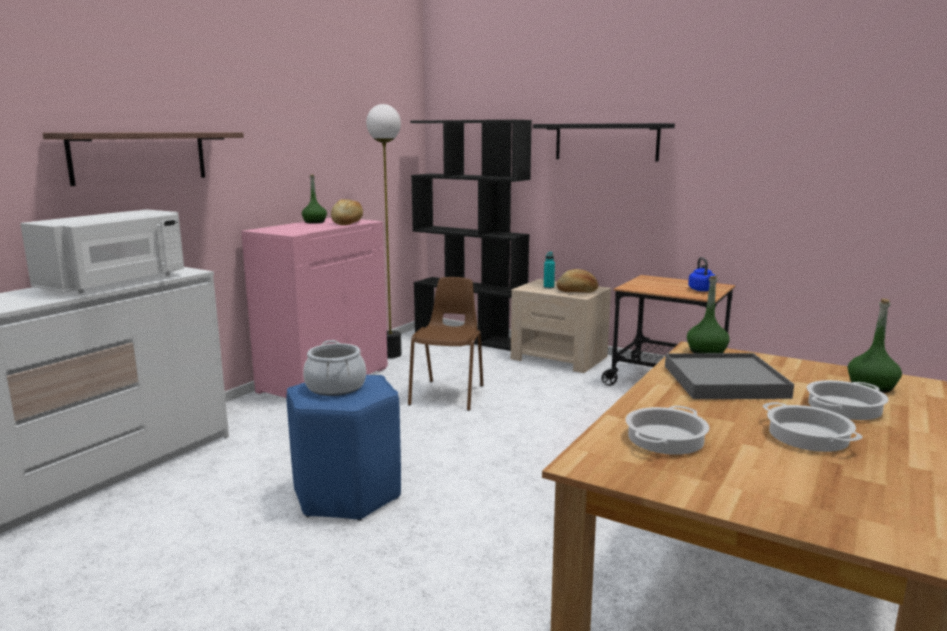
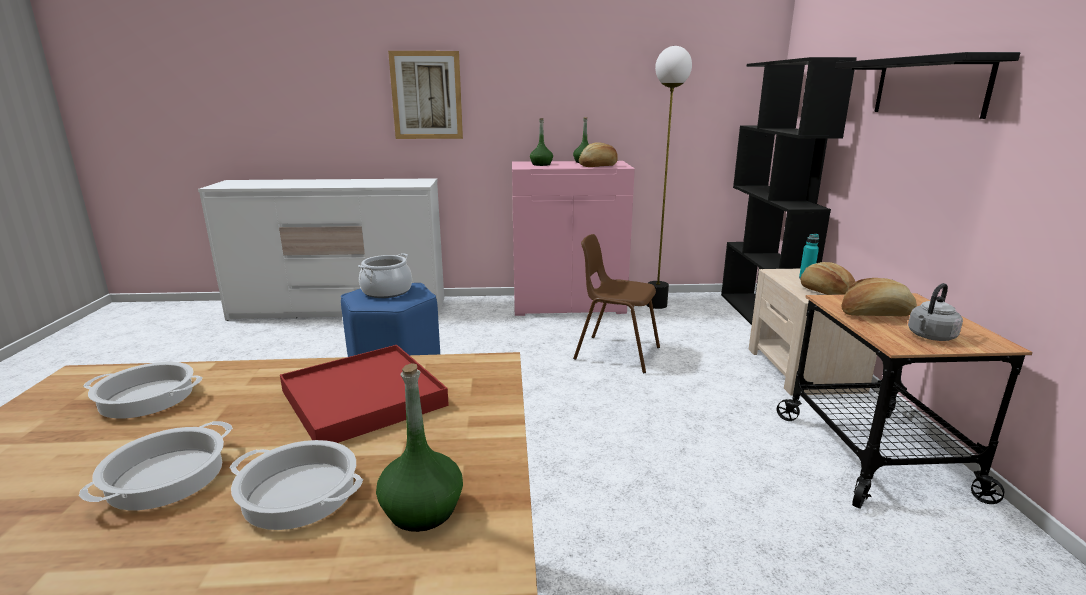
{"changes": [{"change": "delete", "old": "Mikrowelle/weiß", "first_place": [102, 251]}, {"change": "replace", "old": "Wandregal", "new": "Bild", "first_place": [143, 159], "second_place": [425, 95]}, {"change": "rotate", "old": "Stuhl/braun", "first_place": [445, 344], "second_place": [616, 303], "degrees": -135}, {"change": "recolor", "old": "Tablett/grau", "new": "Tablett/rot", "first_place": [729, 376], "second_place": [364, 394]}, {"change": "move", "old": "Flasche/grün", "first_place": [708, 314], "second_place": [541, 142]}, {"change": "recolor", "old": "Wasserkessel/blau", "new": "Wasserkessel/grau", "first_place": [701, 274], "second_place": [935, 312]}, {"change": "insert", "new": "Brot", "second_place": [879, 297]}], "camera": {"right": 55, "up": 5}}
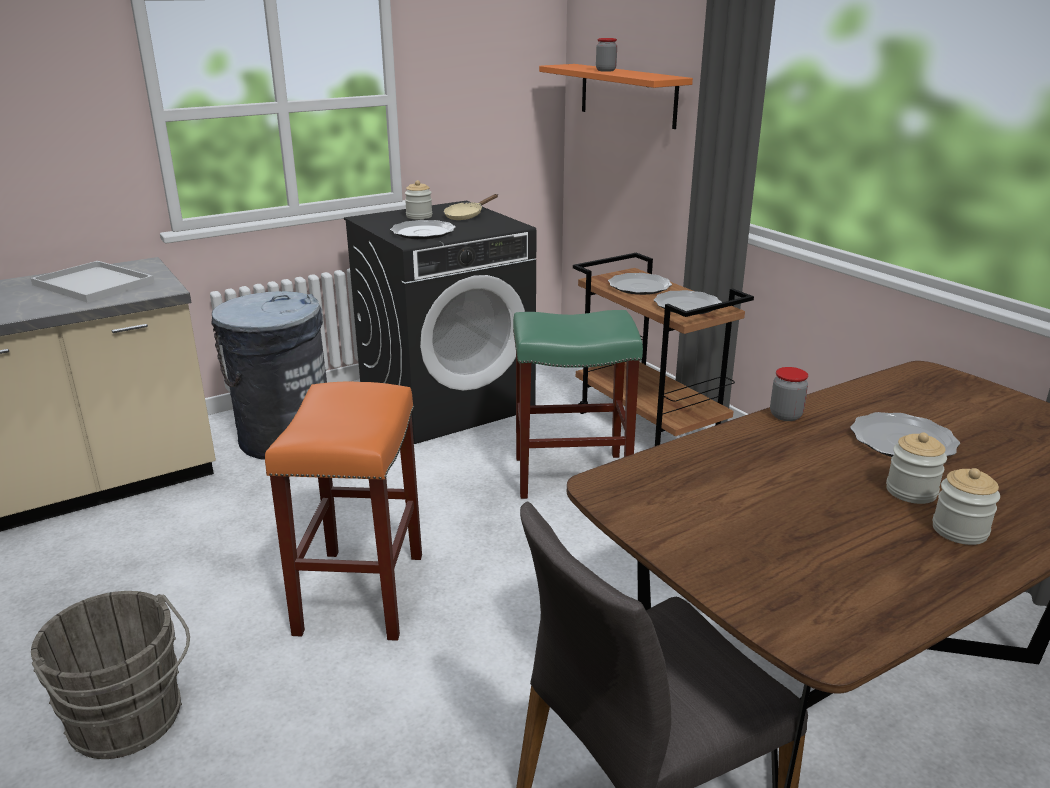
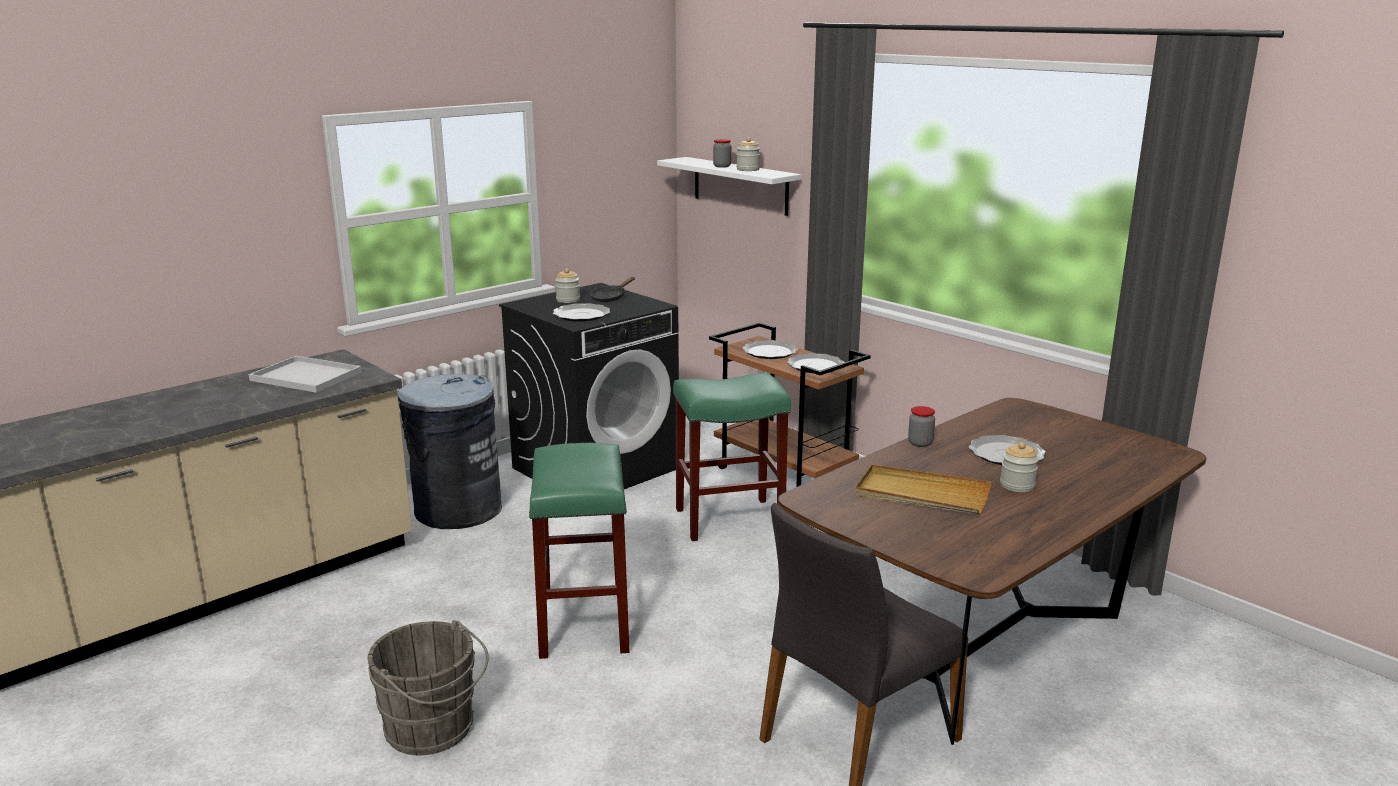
{"changes": [{"change": "recolor", "old": "Hocker/orange", "new": "Hocker/grün", "first_place": [343, 511], "second_place": [579, 551]}, {"change": "recolor", "old": "Pfanne/beige", "new": "Pfanne/schwarz", "first_place": [471, 207], "second_place": [613, 289]}, {"change": "recolor", "old": "Wandregal/orange", "new": "Wandregal/weiß", "first_place": [616, 96], "second_place": [729, 186]}, {"change": "move", "old": "Vorratsglas", "first_place": [966, 506], "second_place": [748, 154]}, {"change": "insert", "new": "Tablett/beige", "second_place": [924, 489]}], "camera": {"right": -10, "up": -5}}
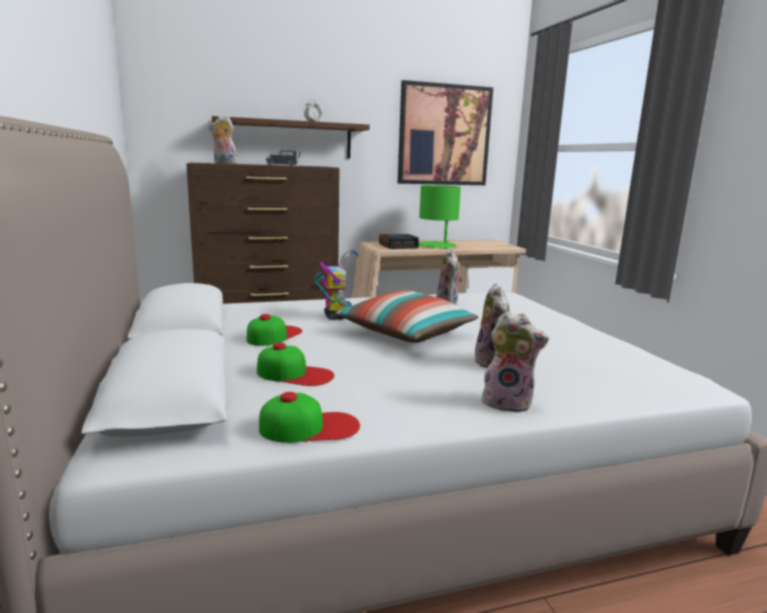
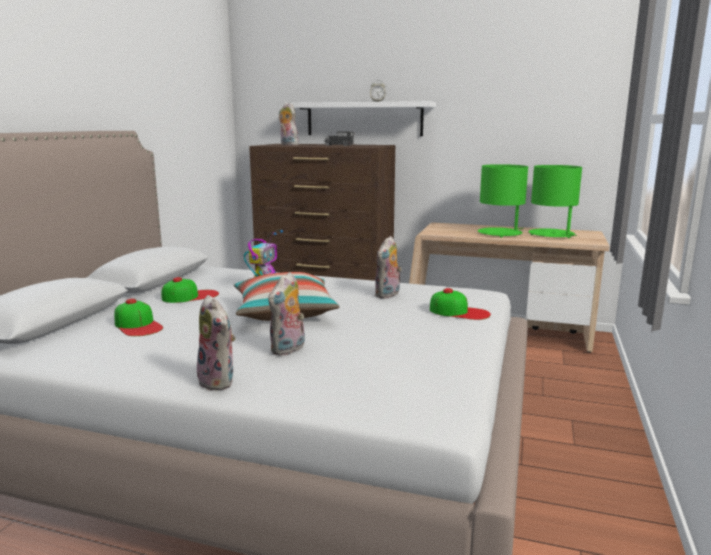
{"changes": [{"change": "recolor", "old": "Wandregal/braun", "new": "Wandregal/weiß", "first_place": [291, 137], "second_place": [361, 118]}, {"change": "move", "old": "Kappe", "first_place": [309, 417], "second_place": [460, 304]}, {"change": "delete", "old": "Wecker", "first_place": [399, 241]}, {"change": "delete", "old": "Bild", "first_place": [445, 132]}, {"change": "insert", "new": "Tischlampe/grün", "second_place": [555, 201]}], "camera": {"right": 35, "up": 0}}
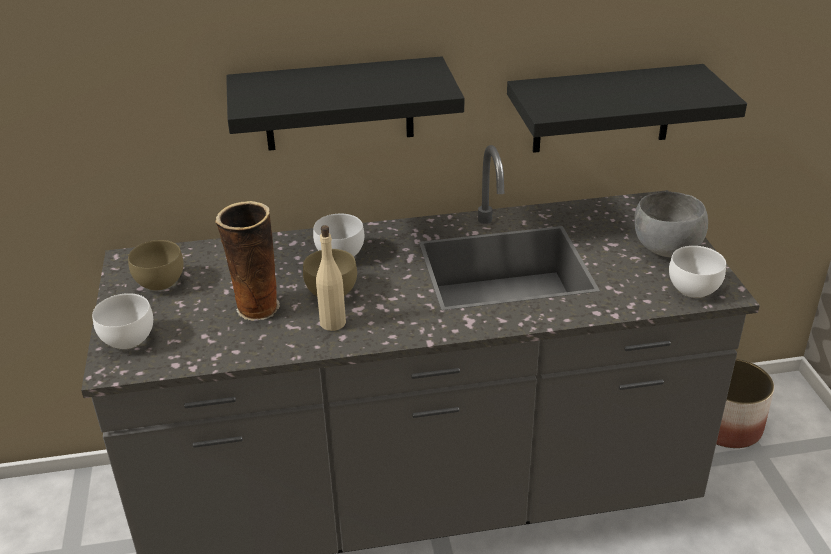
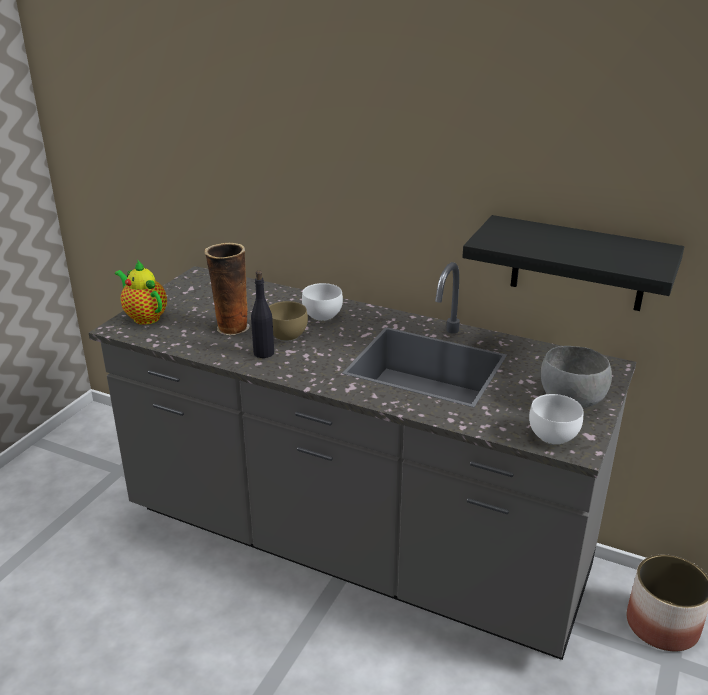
{"changes": [{"change": "replace", "old": "Schüssel/weiß", "new": "Teekanne", "first_place": [122, 321], "second_place": [141, 292]}, {"change": "delete", "old": "Schüssel/braun", "first_place": [156, 265]}, {"change": "delete", "old": "Wandregal/schwarz", "first_place": [345, 103]}, {"change": "recolor", "old": "Flasche/beige", "new": "Flasche/schwarz", "first_place": [331, 278], "second_place": [262, 314]}], "camera": {"right": 35, "up": -5}}
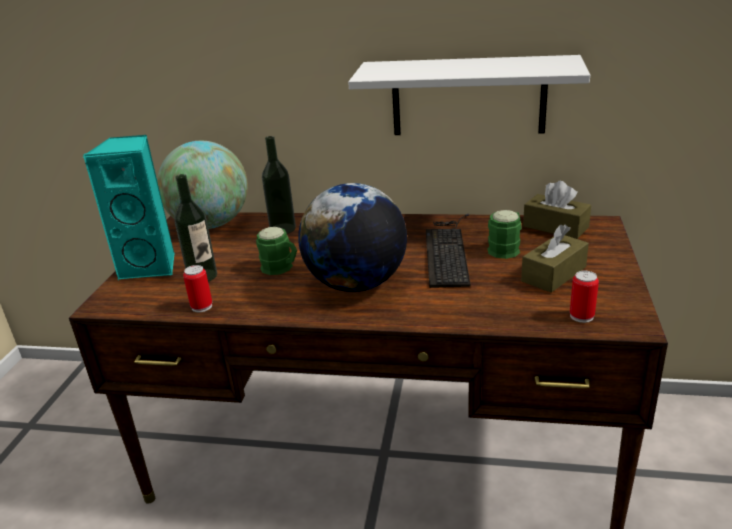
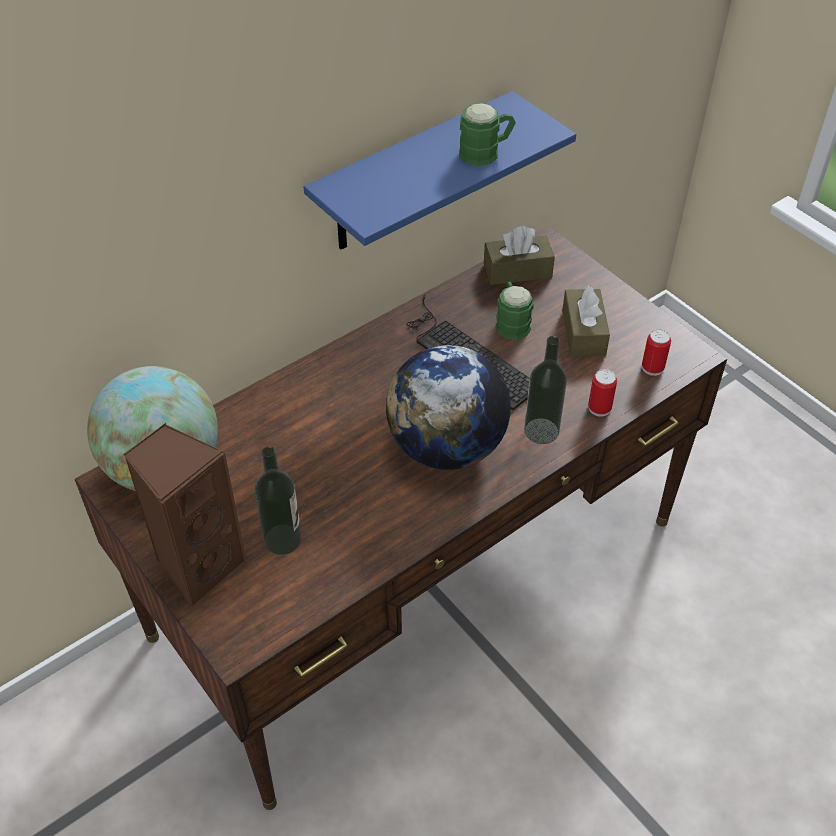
{"changes": [{"change": "recolor", "old": "Lautsprecher/türkis", "new": "Lautsprecher/braun", "first_place": [128, 207], "second_place": [185, 516]}, {"change": "move", "old": "Dose", "first_place": [197, 288], "second_place": [602, 393]}, {"change": "move", "old": "Henkelbecher/grün", "first_place": [276, 251], "second_place": [487, 134]}, {"change": "move", "old": "Flasche", "first_place": [279, 185], "second_place": [545, 390]}, {"change": "recolor", "old": "Wandregal/weiß", "new": "Wandregal/blau", "first_place": [469, 95], "second_place": [440, 170]}], "camera": {"right": -50, "up": 20}}
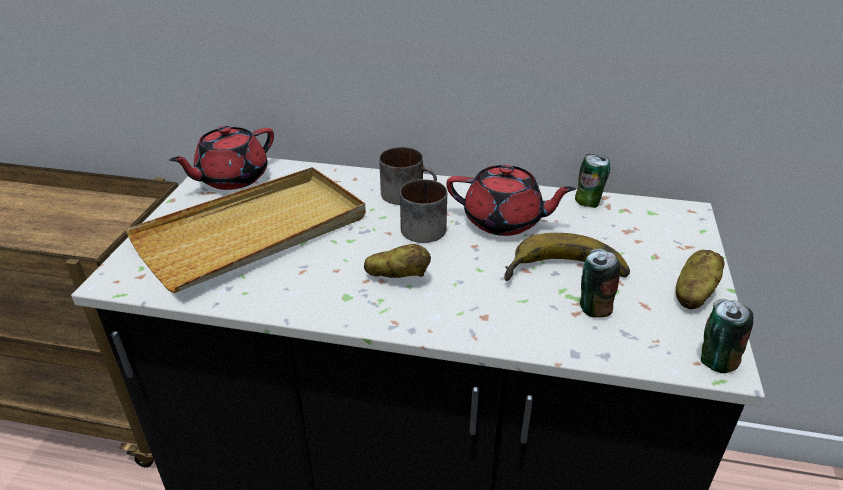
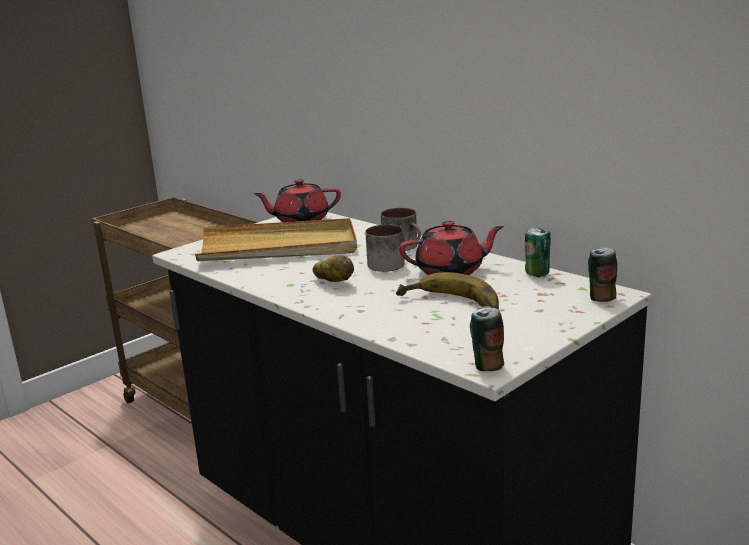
{"changes": [{"change": "rotate", "old": "Teekanne/rot", "first_place": [511, 200], "second_place": [451, 248], "degrees": -60}, {"change": "move", "old": "Dose", "first_place": [600, 283], "second_place": [602, 274]}, {"change": "delete", "old": "Kartoffel", "first_place": [700, 279]}], "camera": {"right": 35, "up": -15}}
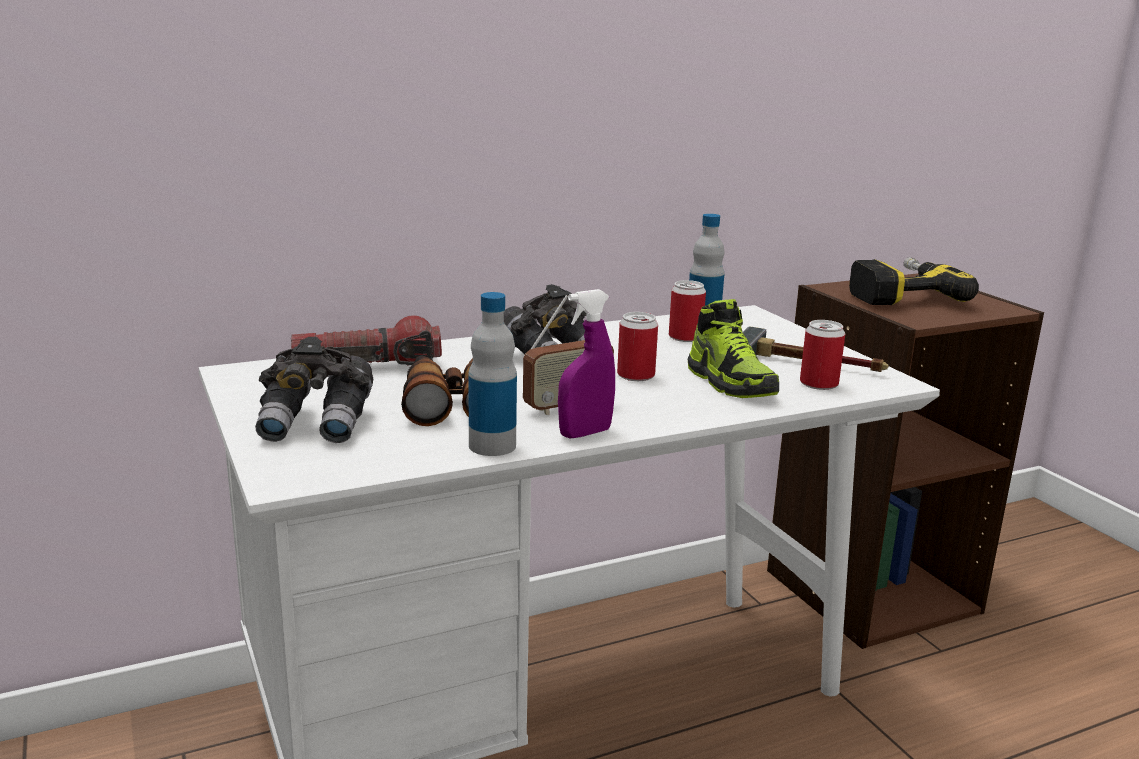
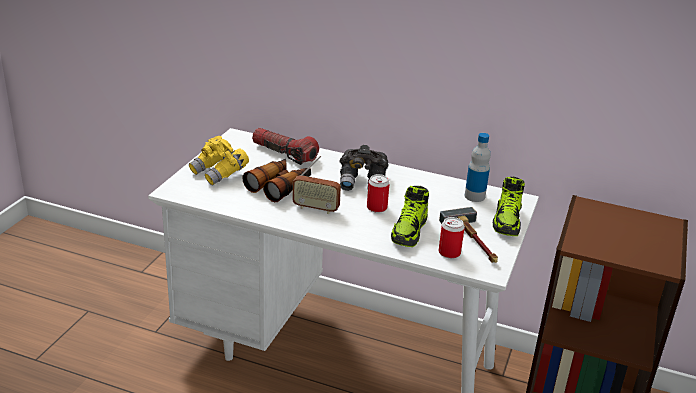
{"changes": [{"change": "recolor", "old": "Fernglas/grau", "new": "Fernglas/gelb", "first_place": [314, 390], "second_place": [219, 160]}, {"change": "delete", "old": "Flasche", "first_place": [492, 374]}, {"change": "delete", "old": "Sprühflasche/lila", "first_place": [586, 364]}, {"change": "delete", "old": "Dose", "first_place": [687, 311]}, {"change": "delete", "old": "Bohrmaschine", "first_place": [914, 281]}, {"change": "insert", "new": "Schuh", "second_place": [509, 206]}], "camera": {"right": 45, "up": 10}}
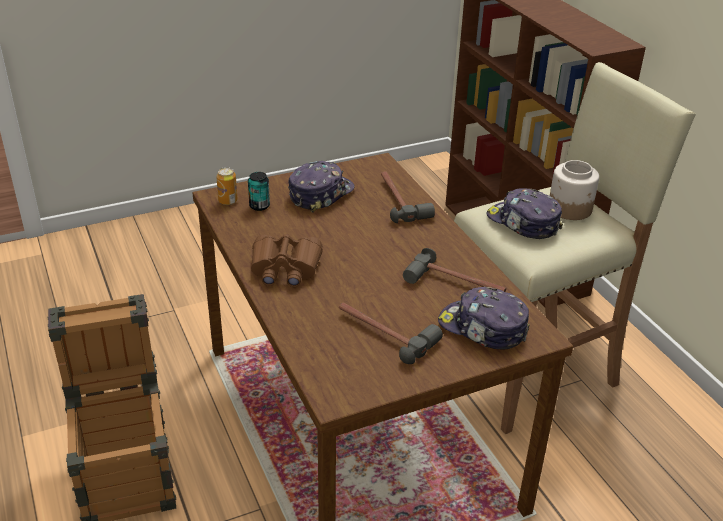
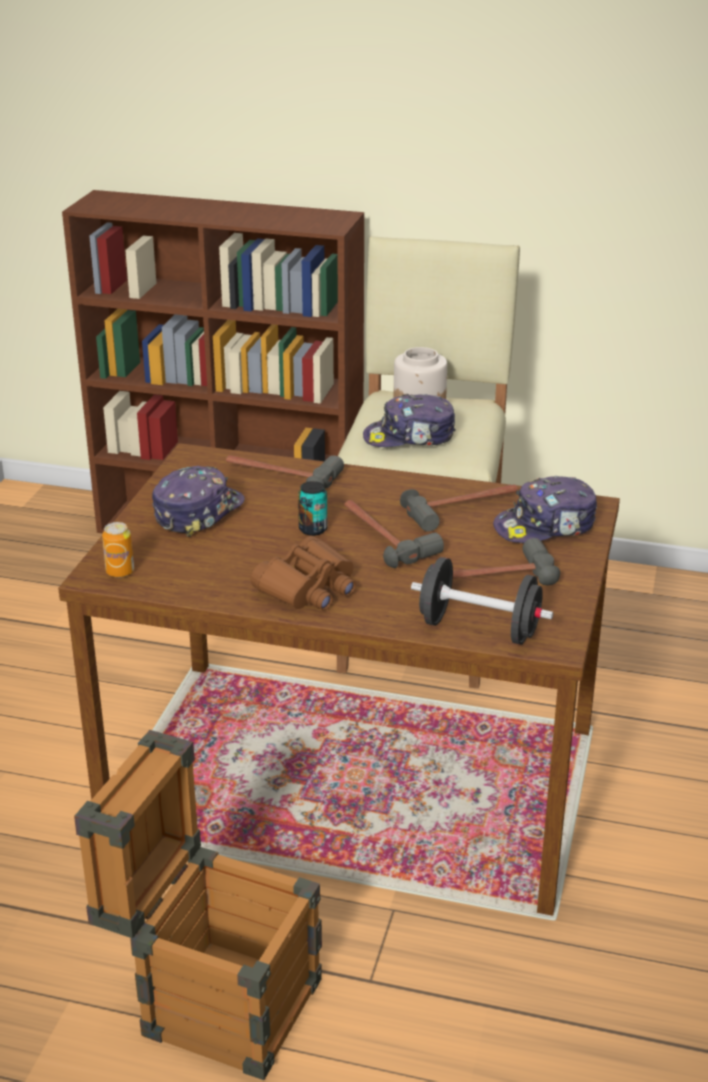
{"changes": [{"change": "move", "old": "Dose", "first_place": [259, 191], "second_place": [312, 508]}, {"change": "rotate", "old": "Kappe", "first_place": [321, 187], "second_place": [198, 501], "degrees": 45}, {"change": "insert", "new": "Hammer", "second_place": [394, 534]}, {"change": "insert", "new": "Hantel/schwarz", "second_place": [482, 601]}], "camera": {"right": -50, "up": -5}}
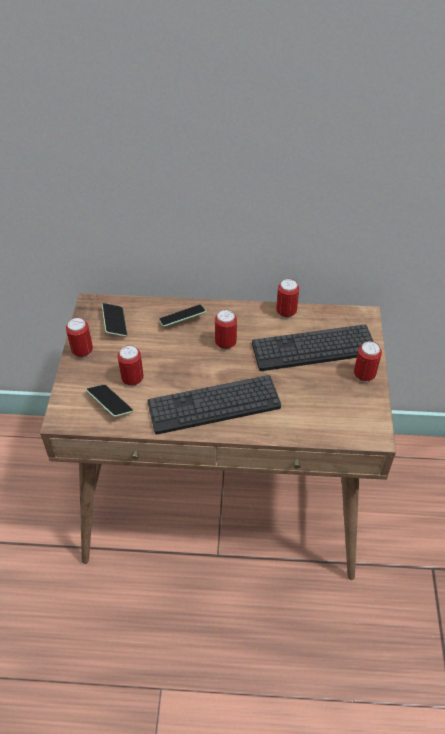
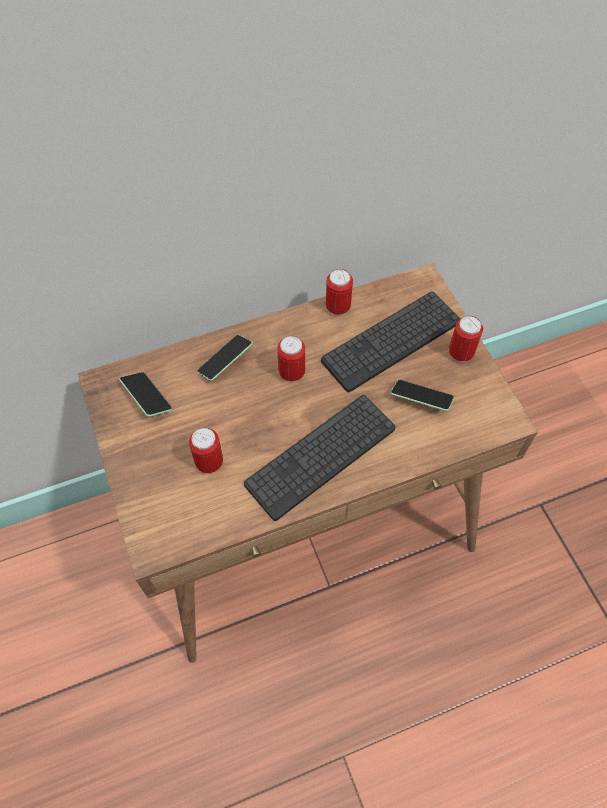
{"changes": [{"change": "delete", "old": "Dose", "first_place": [79, 337]}, {"change": "move", "old": "Handy", "first_place": [109, 400], "second_place": [422, 395]}], "camera": {"right": -25, "up": 10}}
